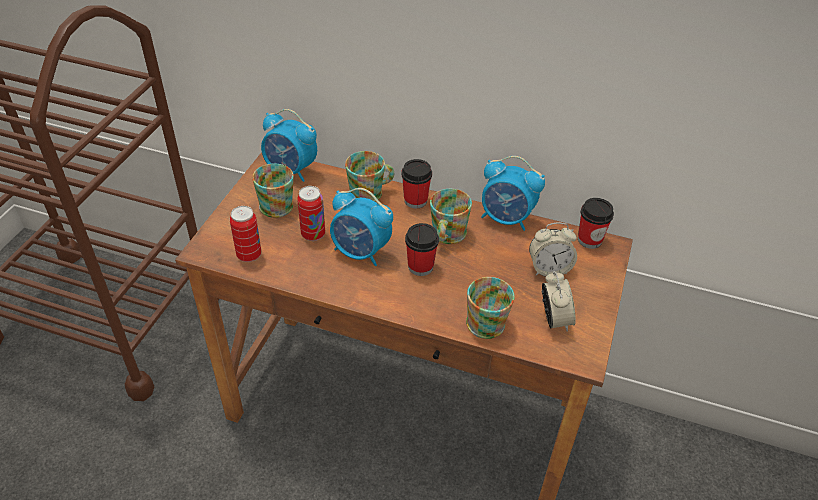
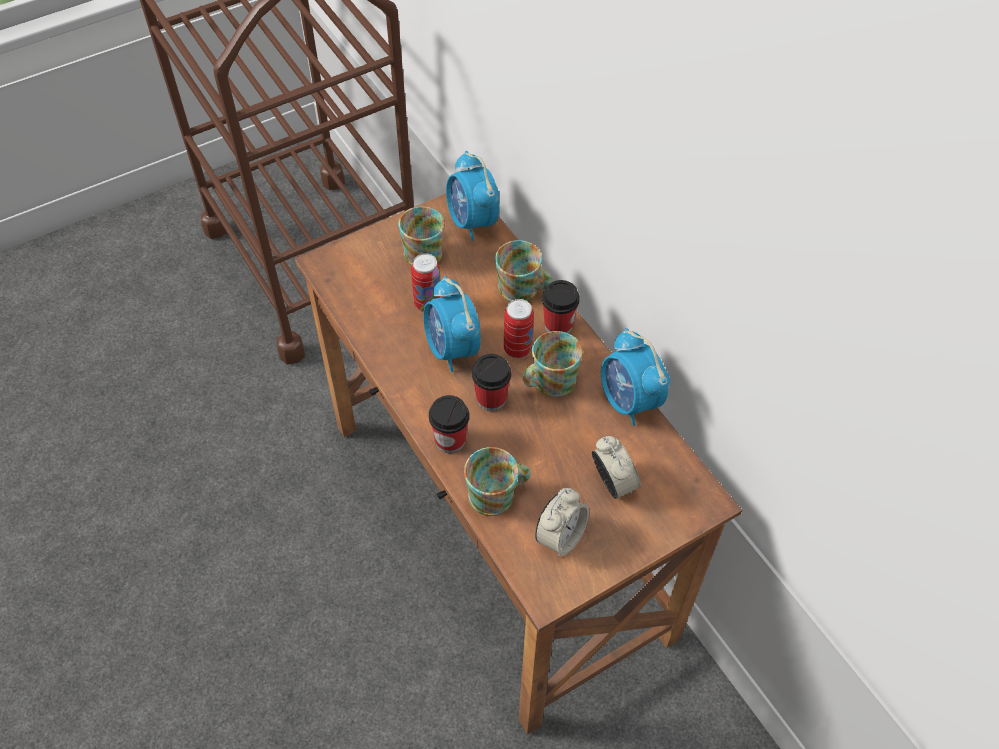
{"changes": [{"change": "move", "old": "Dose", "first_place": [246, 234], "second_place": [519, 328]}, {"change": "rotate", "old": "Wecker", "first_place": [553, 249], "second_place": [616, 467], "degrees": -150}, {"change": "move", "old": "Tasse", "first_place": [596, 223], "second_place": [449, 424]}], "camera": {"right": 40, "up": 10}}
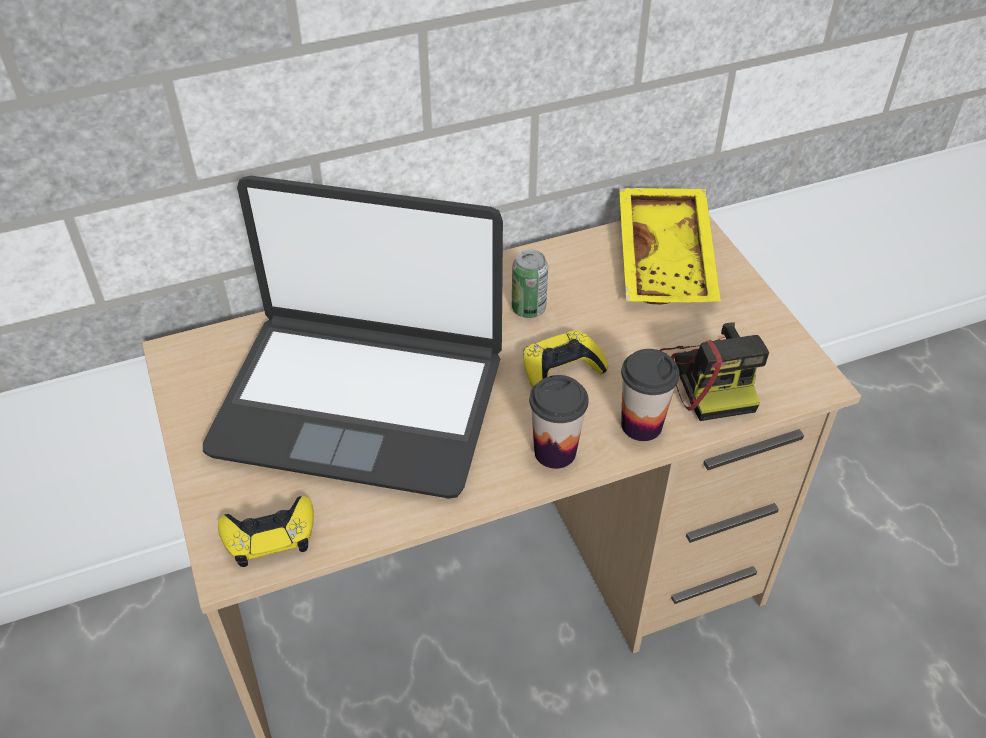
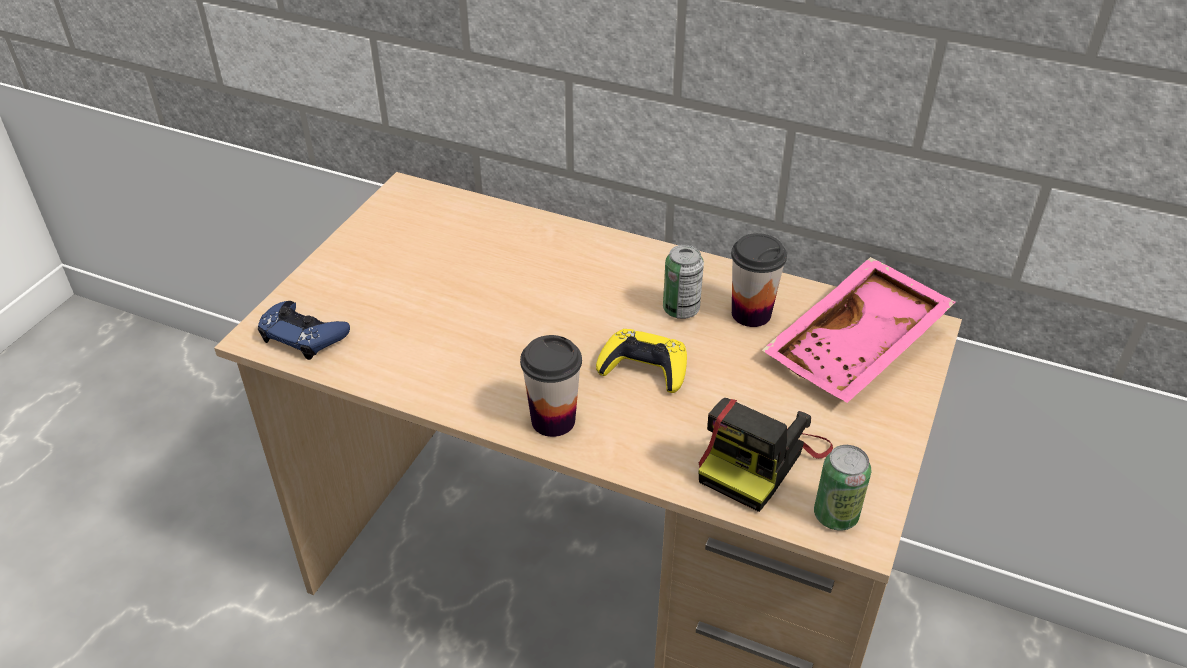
{"changes": [{"change": "delete", "old": "Laptop", "first_place": [353, 337]}, {"change": "recolor", "old": "Gamepad/gelb", "new": "Gamepad/blau", "first_place": [266, 531], "second_place": [304, 330]}, {"change": "recolor", "old": "Tablett/gelb", "new": "Tablett/rosa", "first_place": [670, 246], "second_place": [858, 330]}, {"change": "move", "old": "Tasse", "first_place": [650, 395], "second_place": [759, 280]}, {"change": "insert", "new": "Dose", "second_place": [842, 488]}], "camera": {"right": 45, "up": -5}}
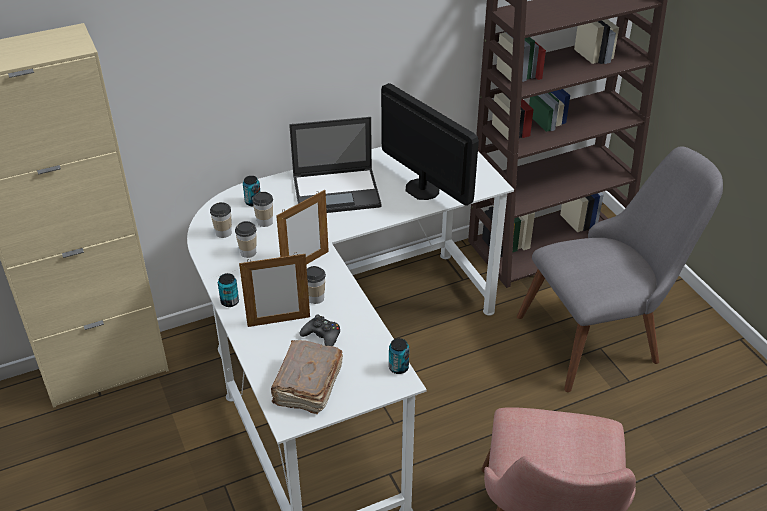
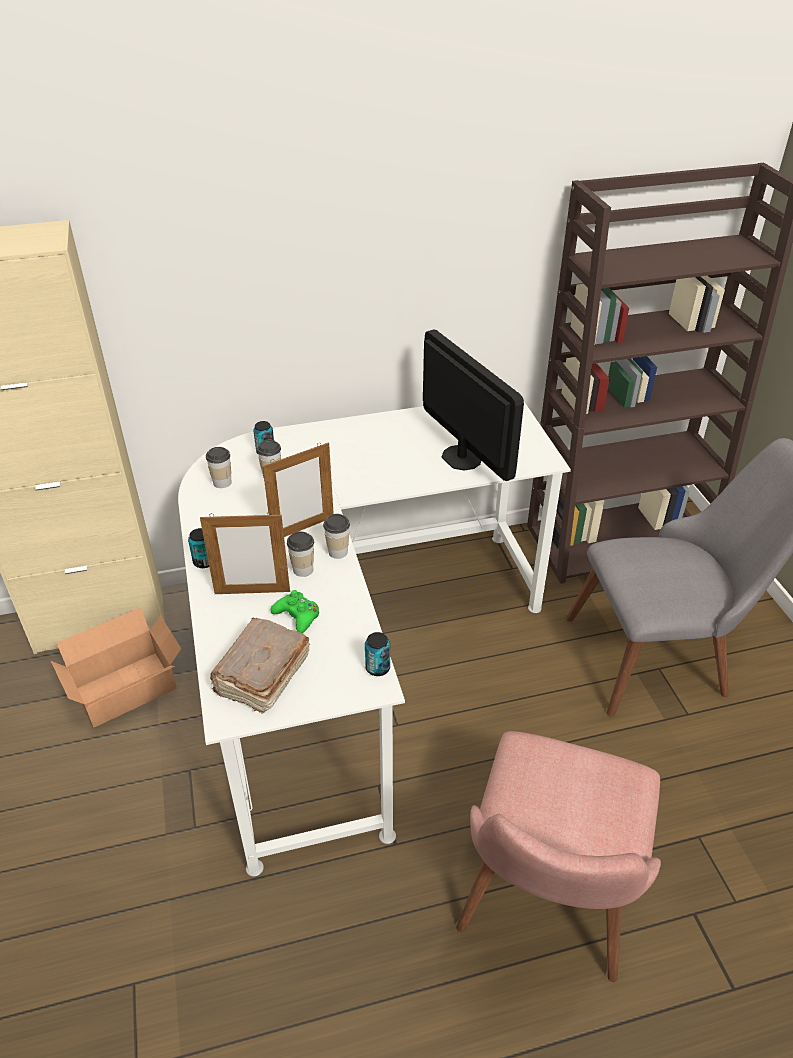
{"changes": [{"change": "move", "old": "Tasse", "first_place": [246, 239], "second_place": [336, 536]}, {"change": "delete", "old": "Laptop", "first_place": [335, 165]}, {"change": "recolor", "old": "Gamepad/schwarz", "new": "Gamepad/grün", "first_place": [320, 330], "second_place": [295, 611]}, {"change": "insert", "new": "Karton", "second_place": [116, 667]}], "camera": {"right": 10, "up": 0}}
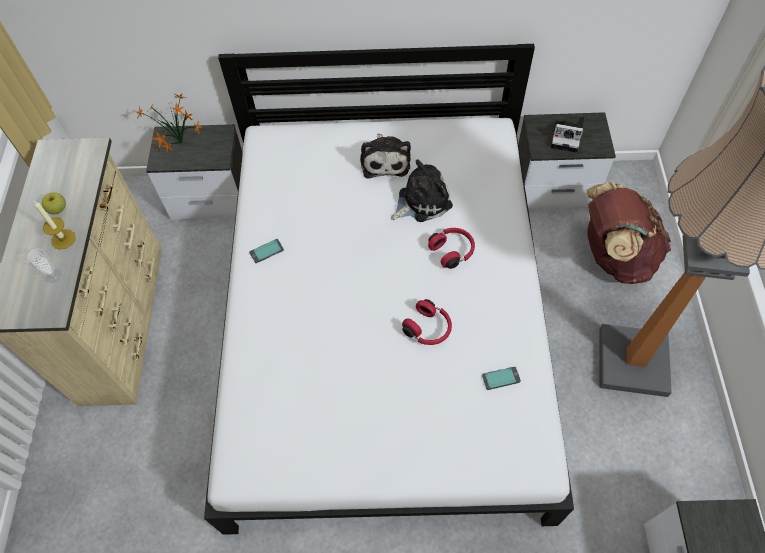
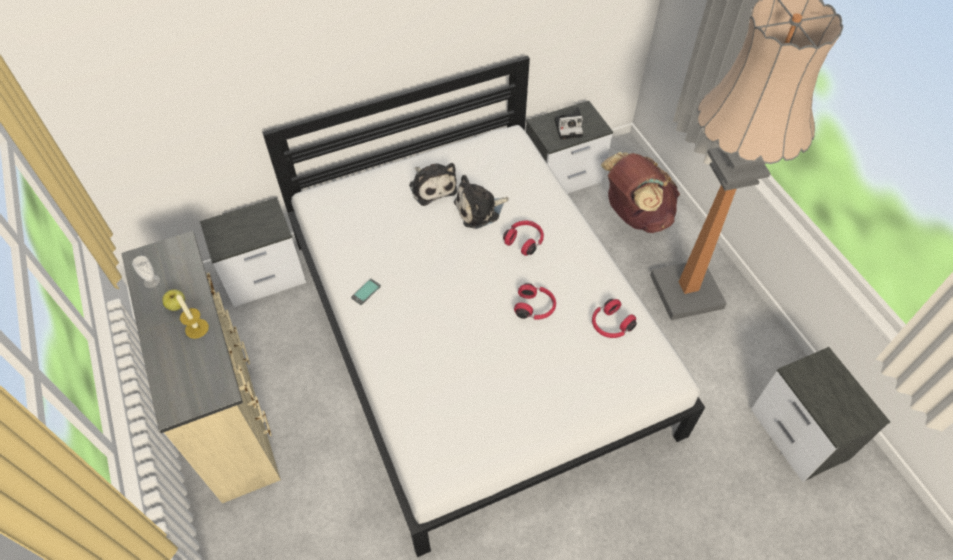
{"changes": [{"change": "move", "old": "Tasse", "first_place": [44, 265], "second_place": [146, 272]}, {"change": "delete", "old": "Topfpflanze", "first_place": [168, 122]}, {"change": "rotate", "old": "Plüschtier", "first_place": [422, 191], "second_place": [481, 202], "degrees": -150}, {"change": "replace", "old": "Handy", "new": "Kopfhörer/rot", "first_place": [501, 378], "second_place": [614, 318]}], "camera": {"right": -25, "up": -5}}
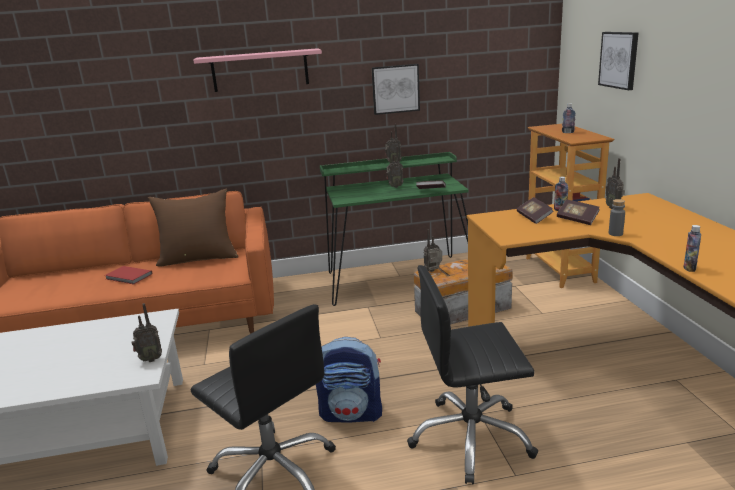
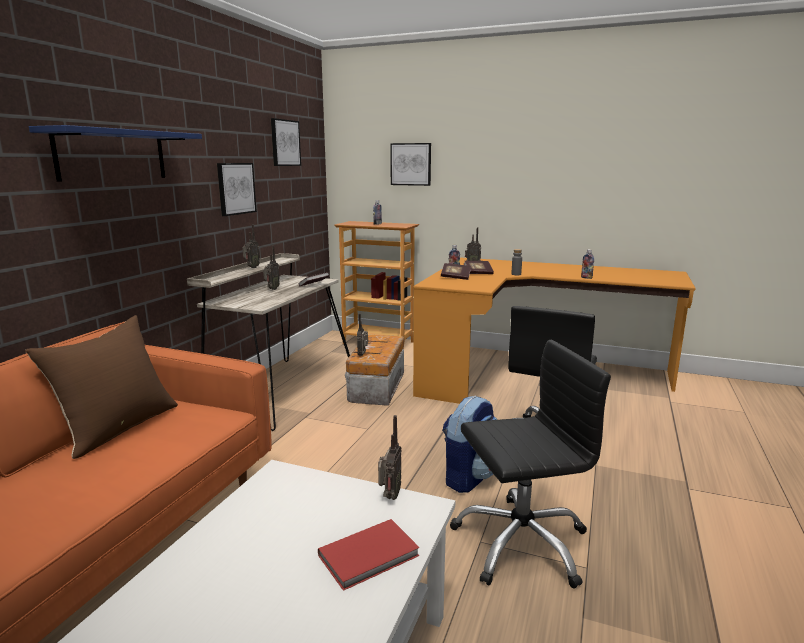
{"changes": [{"change": "move", "old": "Buch/rot", "first_place": [128, 275], "second_place": [369, 555]}, {"change": "recolor", "old": "Wandregal/rosa", "new": "Wandregal/blau", "first_place": [257, 70], "second_place": [115, 153]}, {"change": "recolor", "old": "Schreibtisch/grün", "new": "Schreibtisch/beige", "first_place": [394, 229], "second_place": [268, 342]}, {"change": "insert", "new": "Bild", "second_place": [286, 142]}], "camera": {"right": -60, "up": -5}}
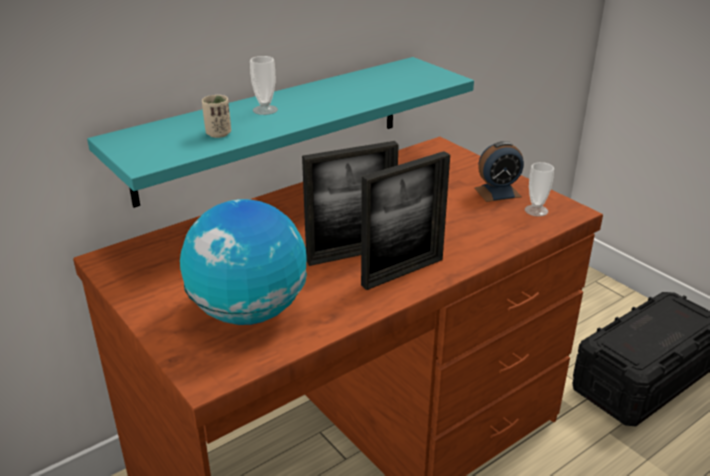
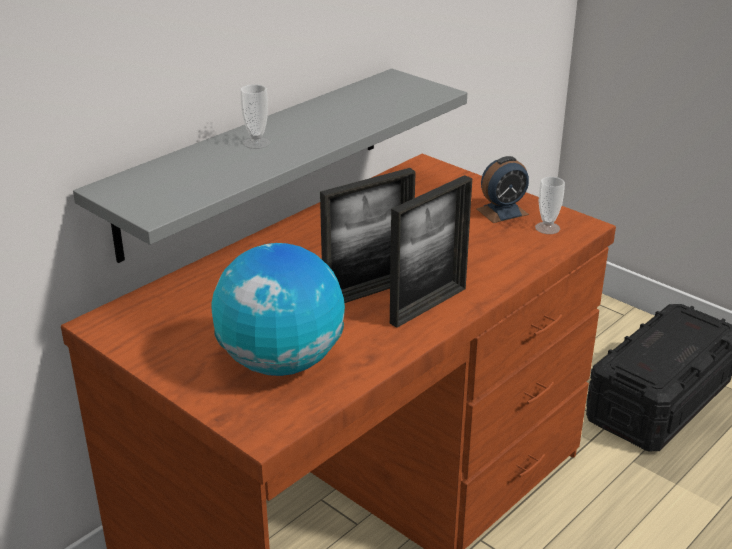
{"changes": [{"change": "recolor", "old": "Wandregal/türkis", "new": "Wandregal/grau", "first_place": [280, 132], "second_place": [270, 166]}, {"change": "delete", "old": "Tasse/beige", "first_place": [216, 116]}], "camera": {"right": -10, "up": 0}}
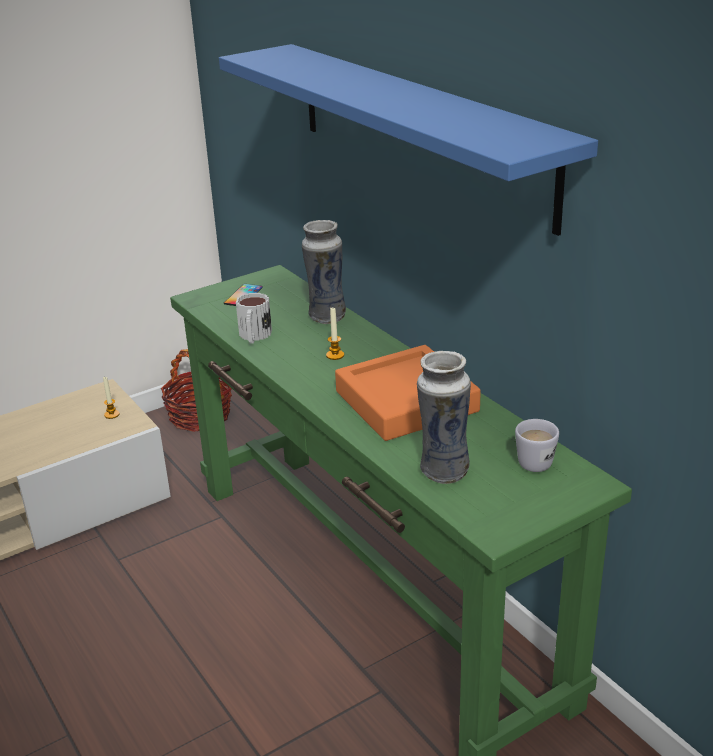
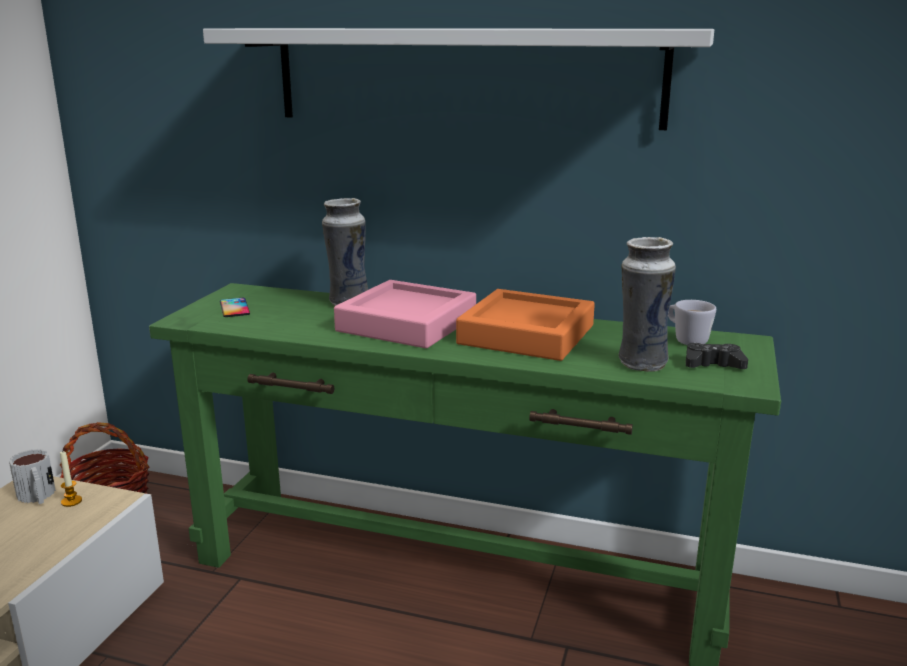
{"changes": [{"change": "recolor", "old": "Wandregal/blau", "new": "Wandregal/weiß", "first_place": [408, 140], "second_place": [458, 79]}, {"change": "move", "old": "Henkelbecher", "first_place": [254, 318], "second_place": [32, 476]}, {"change": "replace", "old": "Kerze", "new": "Tablett/rosa", "first_place": [335, 334], "second_place": [405, 314]}, {"change": "insert", "new": "Gamepad/schwarz", "second_place": [717, 356]}], "camera": {"right": -40, "up": -10}}
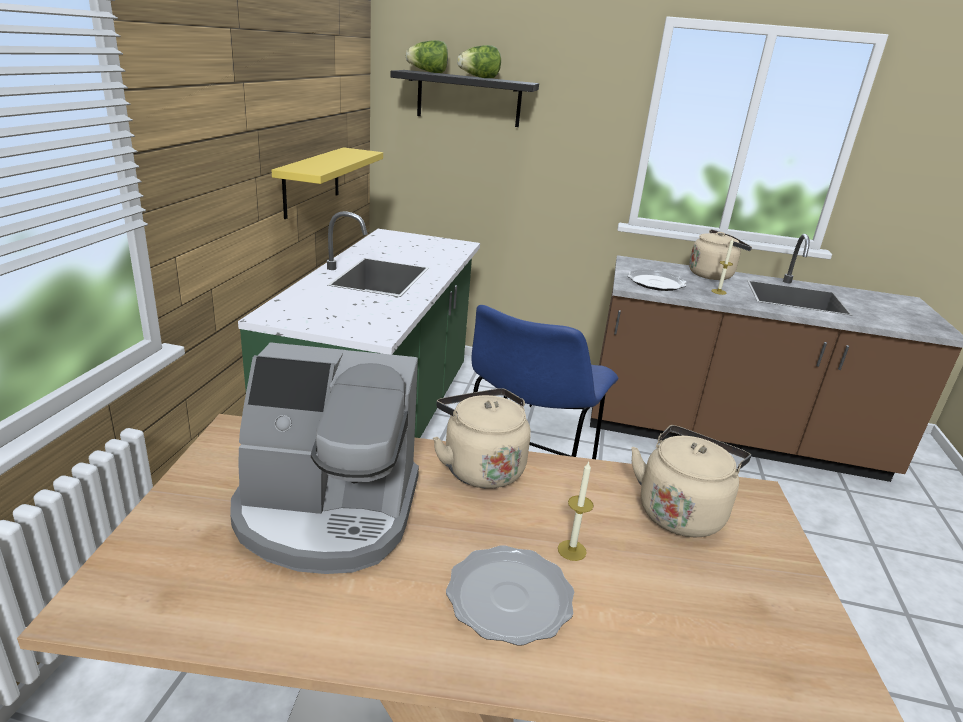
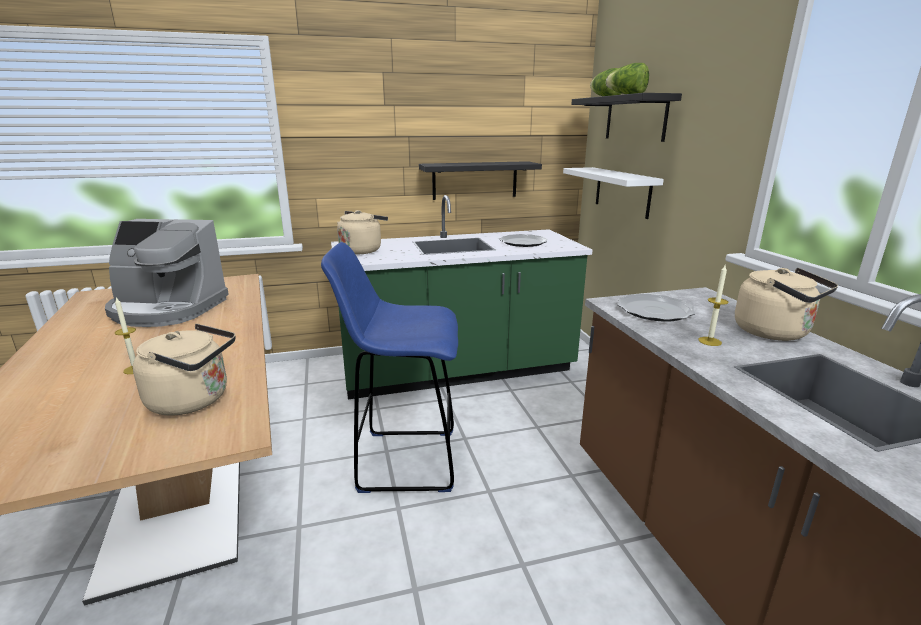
{"changes": [{"change": "rotate", "old": "Kaffeemaschine", "first_place": [324, 458], "second_place": [167, 273], "degrees": -60}, {"change": "recolor", "old": "Wandregal/gelb", "new": "Wandregal/schwarz", "first_place": [327, 183], "second_place": [480, 180]}, {"change": "move", "old": "Wasserkessel/beige", "first_place": [482, 438], "second_place": [362, 232]}, {"change": "move", "old": "Teller", "first_place": [510, 595], "second_place": [523, 240]}, {"change": "insert", "new": "Wandregal/weiß", "second_place": [613, 193]}], "camera": {"right": 65, "up": -5}}
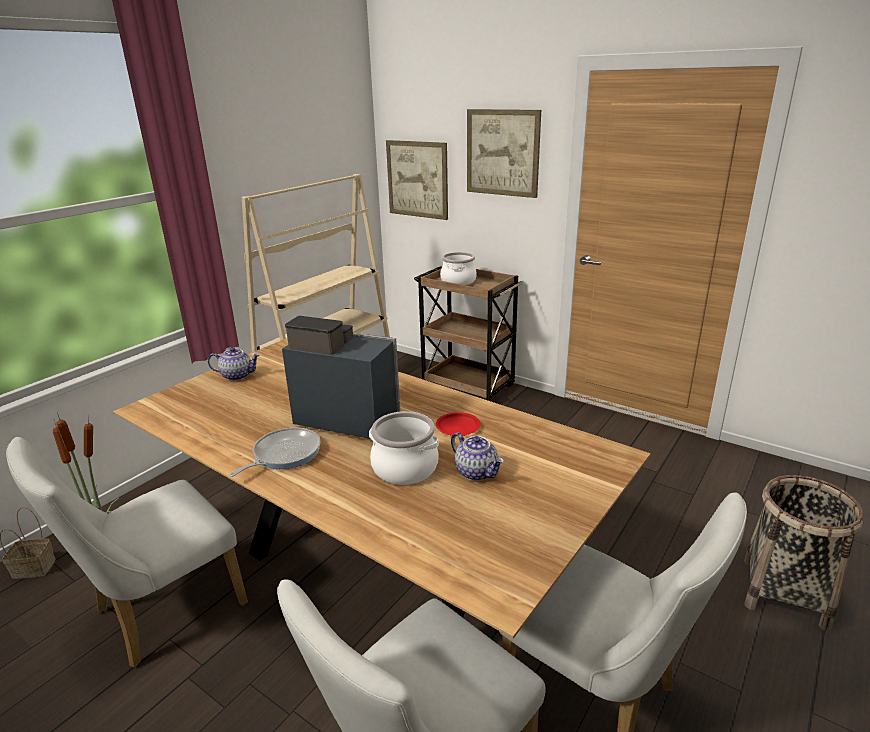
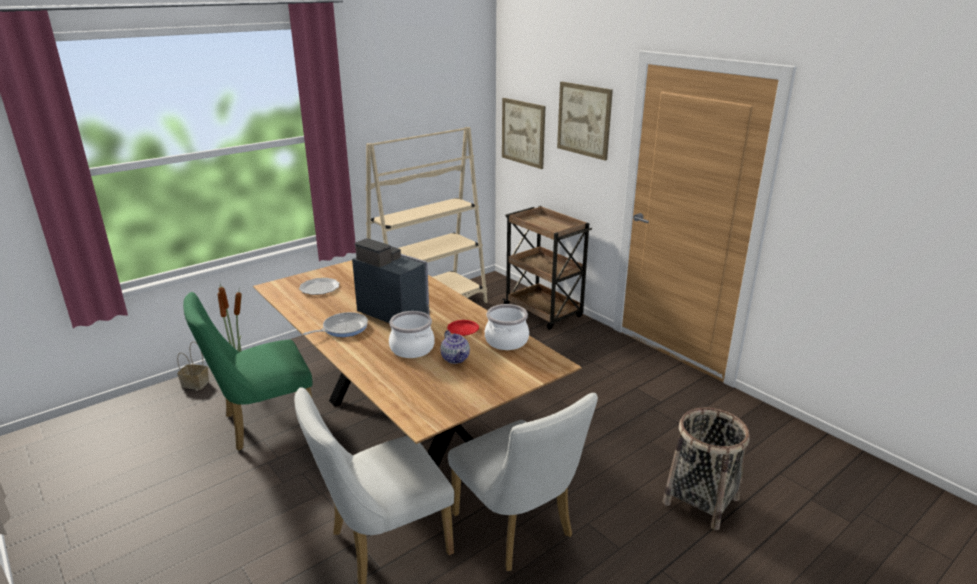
{"changes": [{"change": "recolor", "old": "Stuhl/weiß", "new": "Stuhl/grün", "first_place": [127, 552], "second_place": [247, 371]}, {"change": "delete", "old": "Teekanne", "first_place": [234, 364]}, {"change": "move", "old": "Kochtopf", "first_place": [458, 268], "second_place": [507, 327]}, {"change": "insert", "new": "Teller", "second_place": [319, 286]}], "camera": {"right": 15, "up": 0}}
